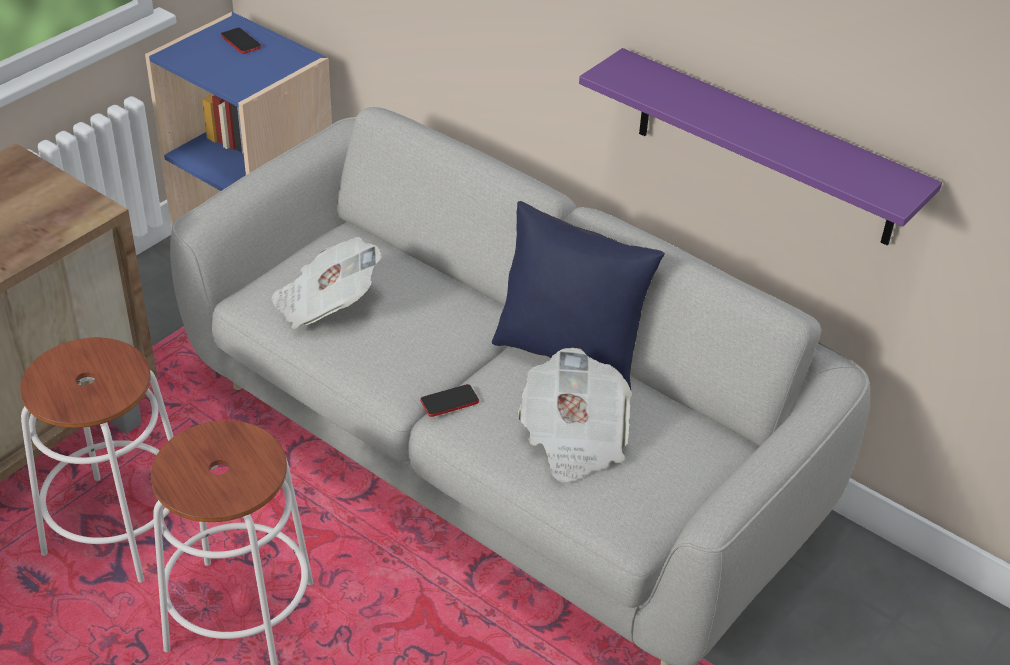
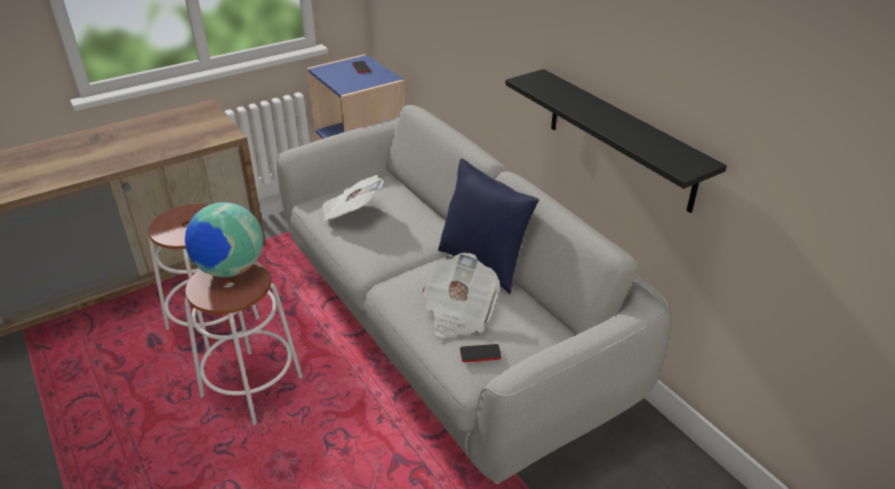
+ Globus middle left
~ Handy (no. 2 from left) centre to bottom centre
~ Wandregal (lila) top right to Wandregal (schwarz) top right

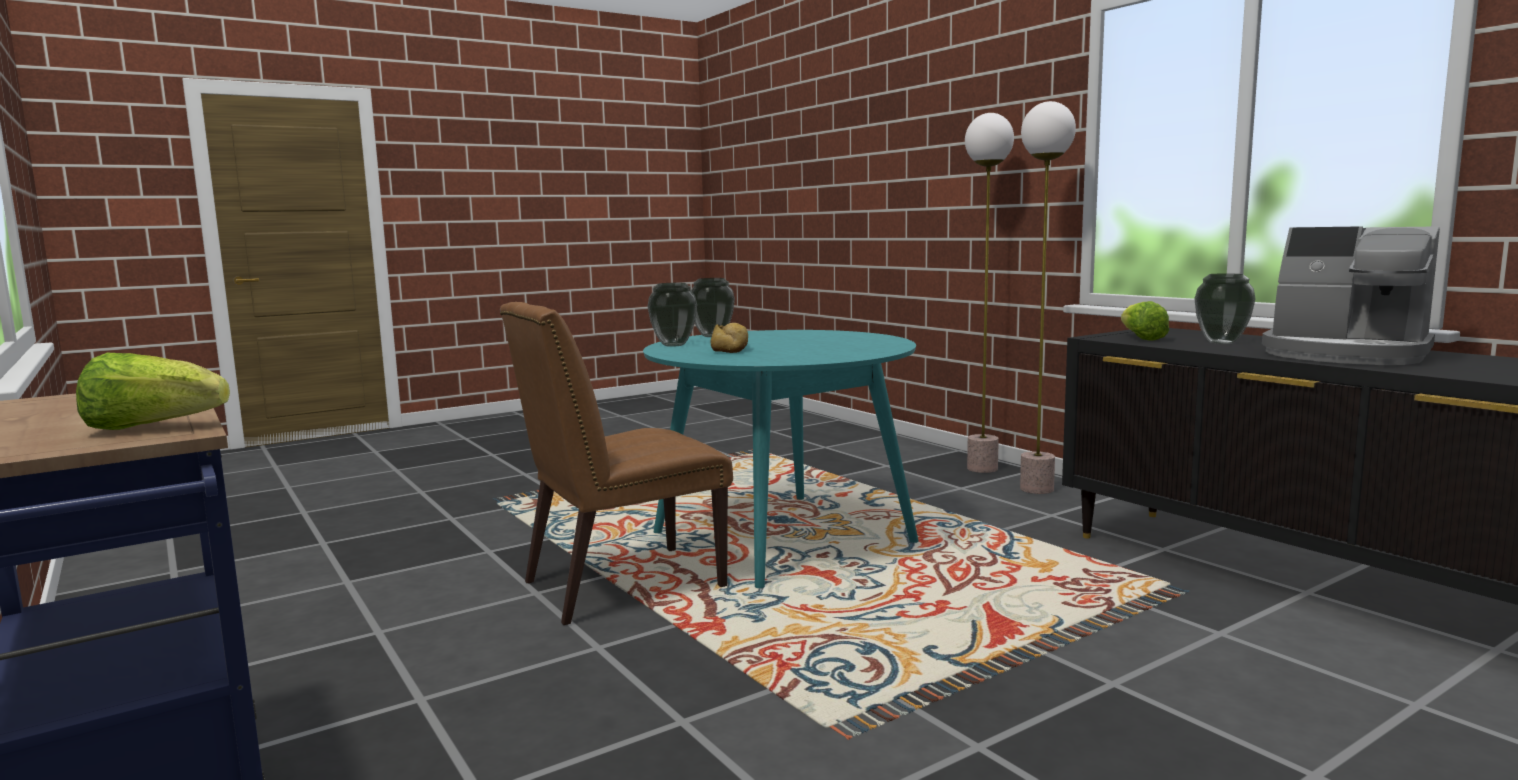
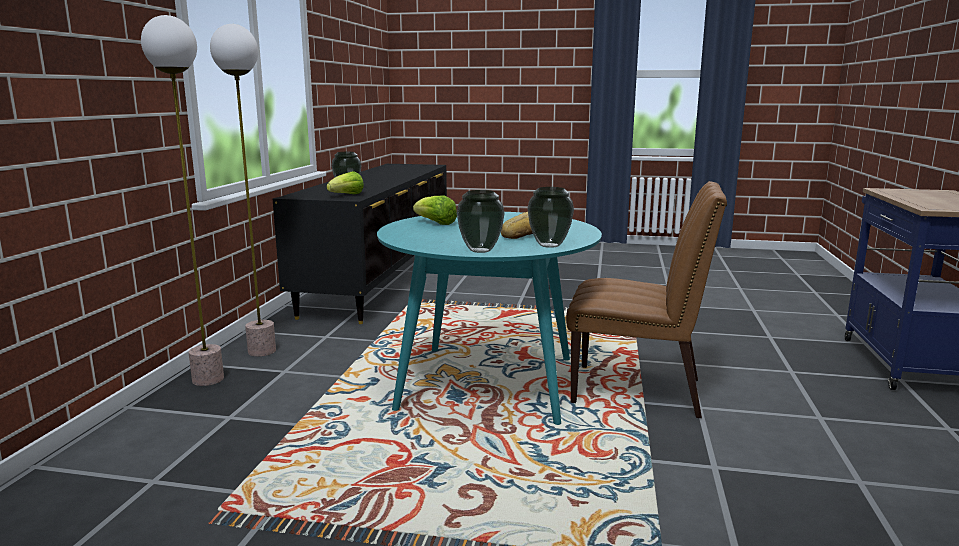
~ Salatkopf (no. 1 from left in the first image) middle left to Salatkopf (no. 2 from left) centre
- Kaffeemaschine middle right

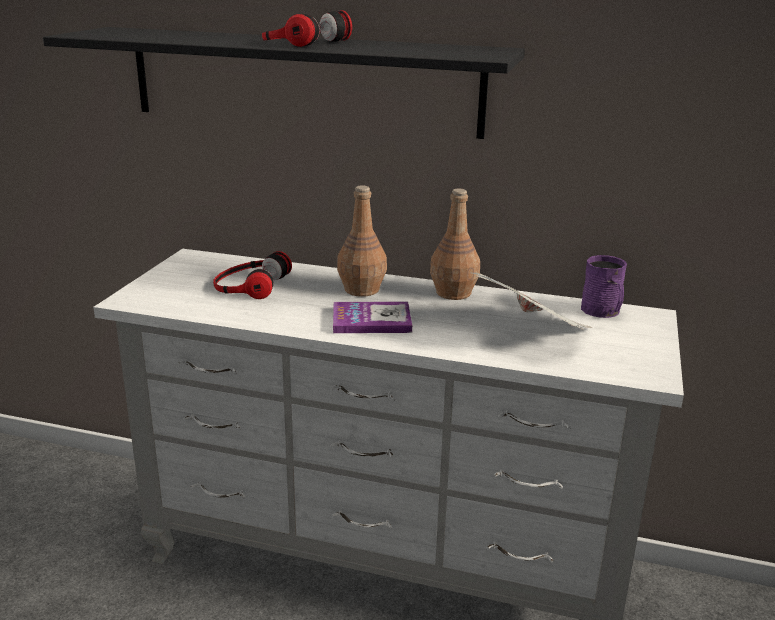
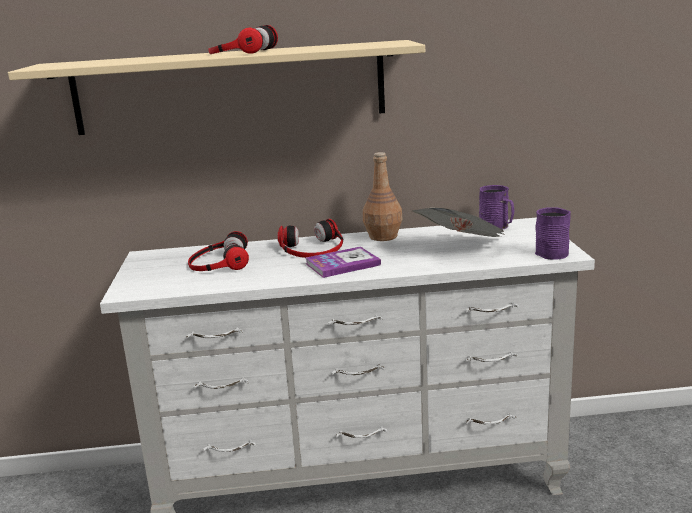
~ Wandregal (schwarz) top centre to Wandregal (beige) top left
~ Flasche (braun) (no. 1 from left) centre to Kopfhörer (no. 3 from left) centre
+ Henkelbecher (lila) (no. 2 from left) middle right

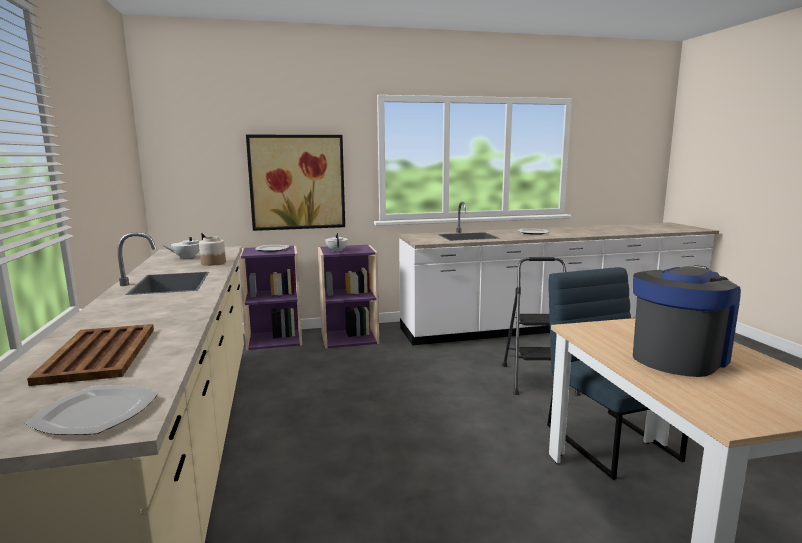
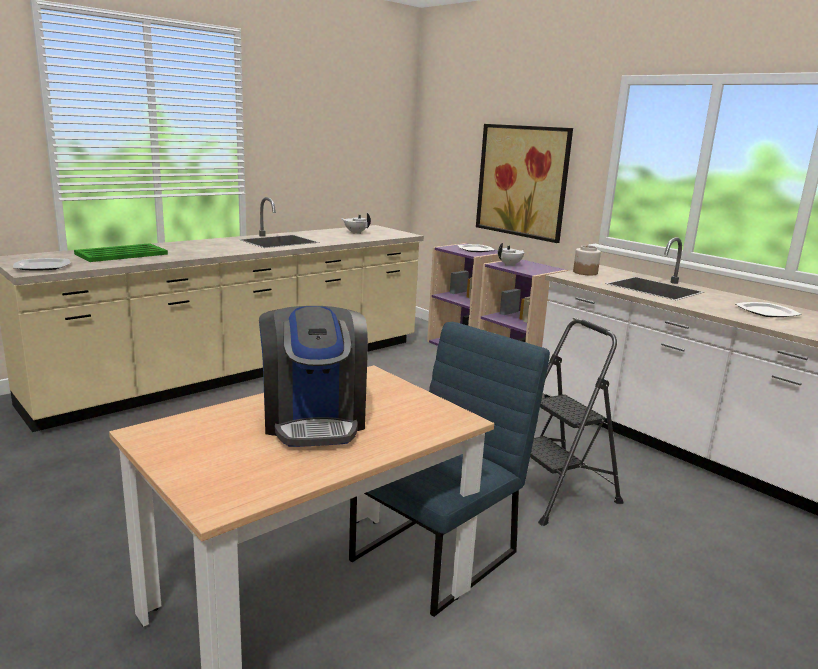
~ Tablett (braun) middle left to Tablett (grün) middle left
~ Kaffeemaschine middle right = centre 60 degrees clockwise
~ Vorratsglas middle left to middle right

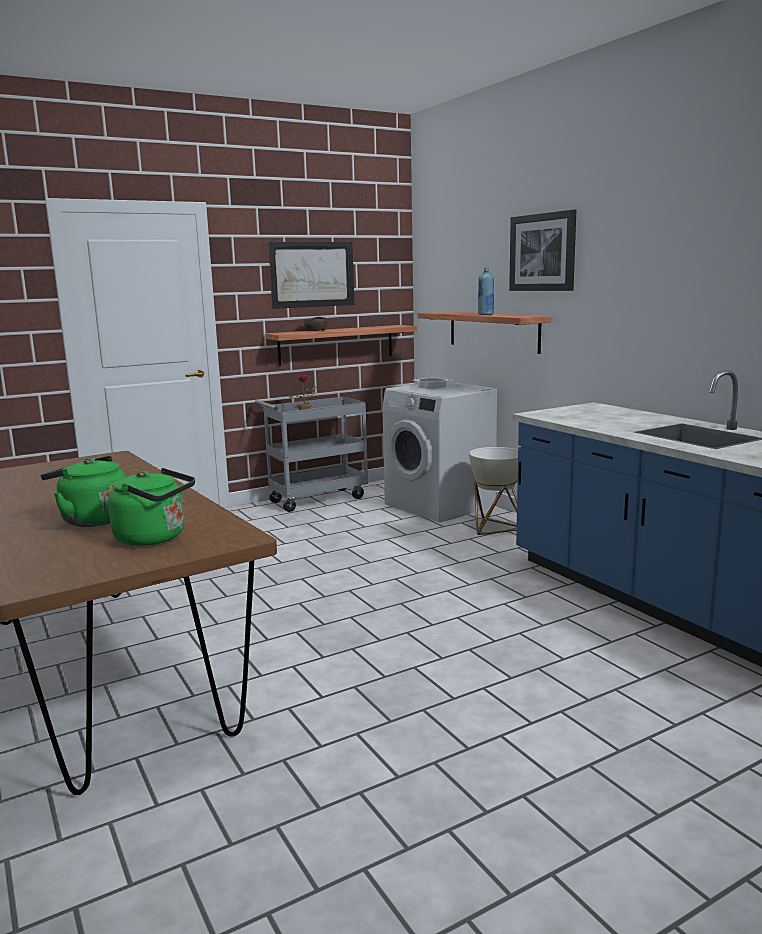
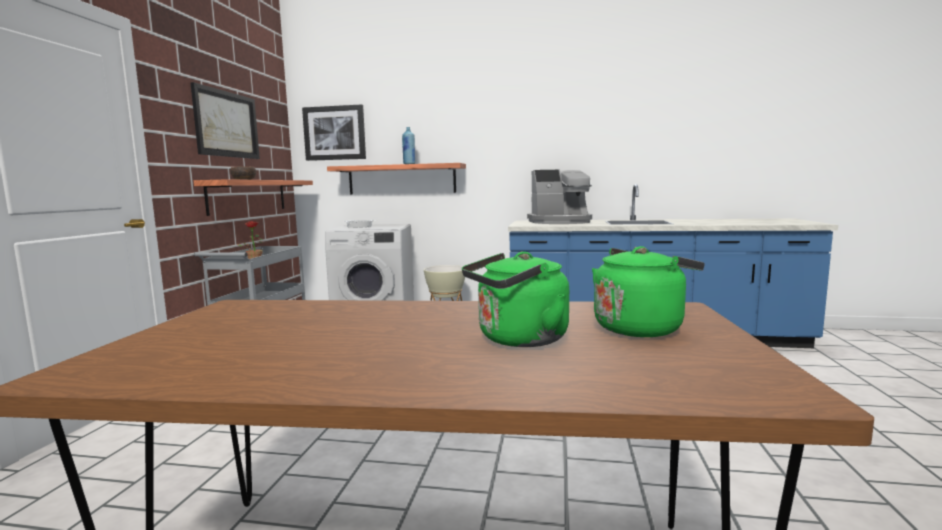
~ Bild (no. 2 from left) top right to top centre
+ Kaffeemaschine centre

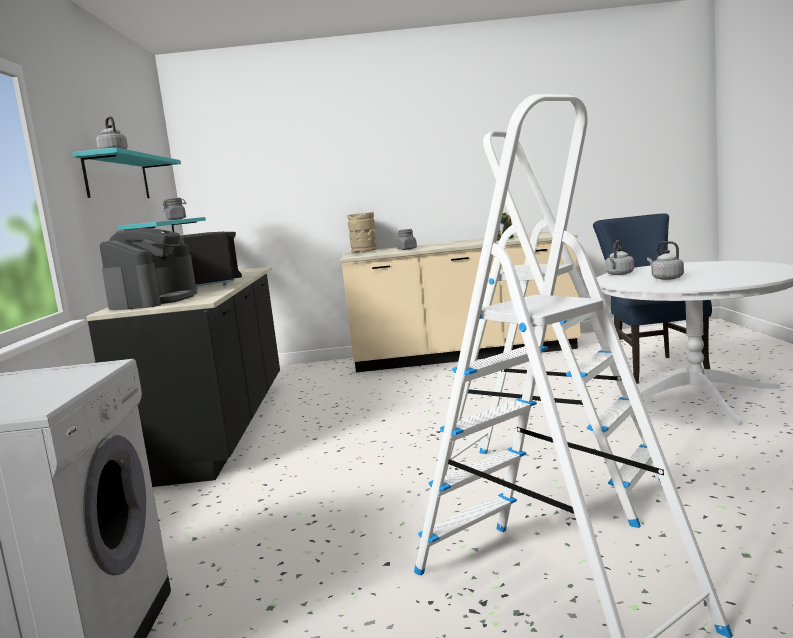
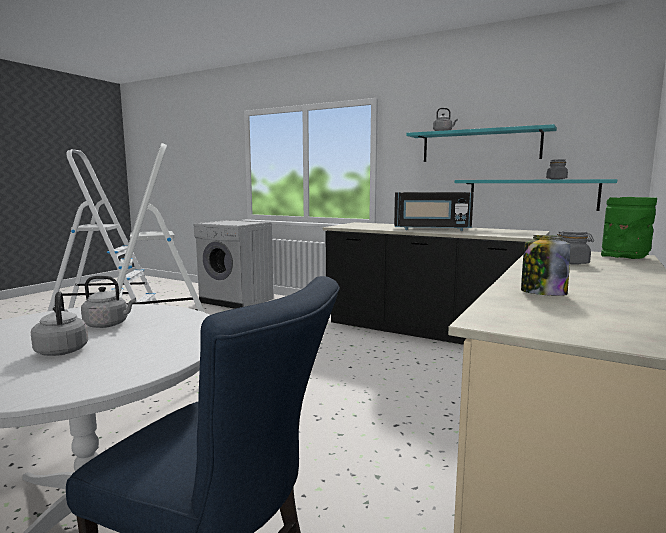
~ Wasserkessel (grau) (no. 2 from left in the first image) middle right to Wasserkessel (grau) (no. 1 from left) middle left
~ Vase (beige) centre to Vase (grün) middle right
- Kaffeemaschine middle left

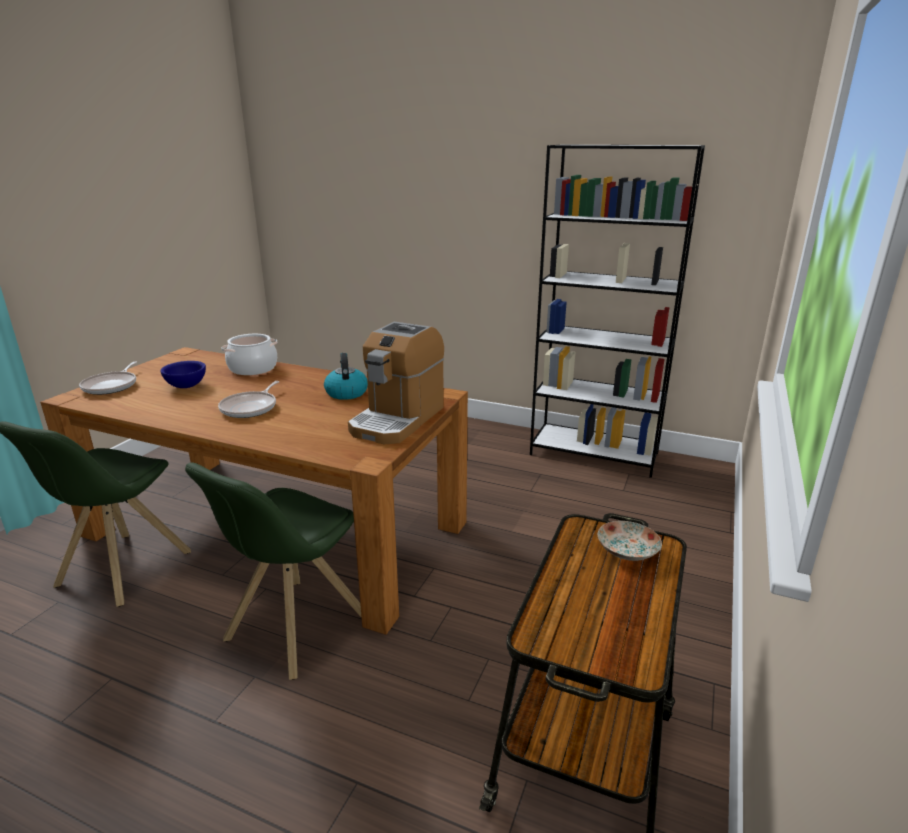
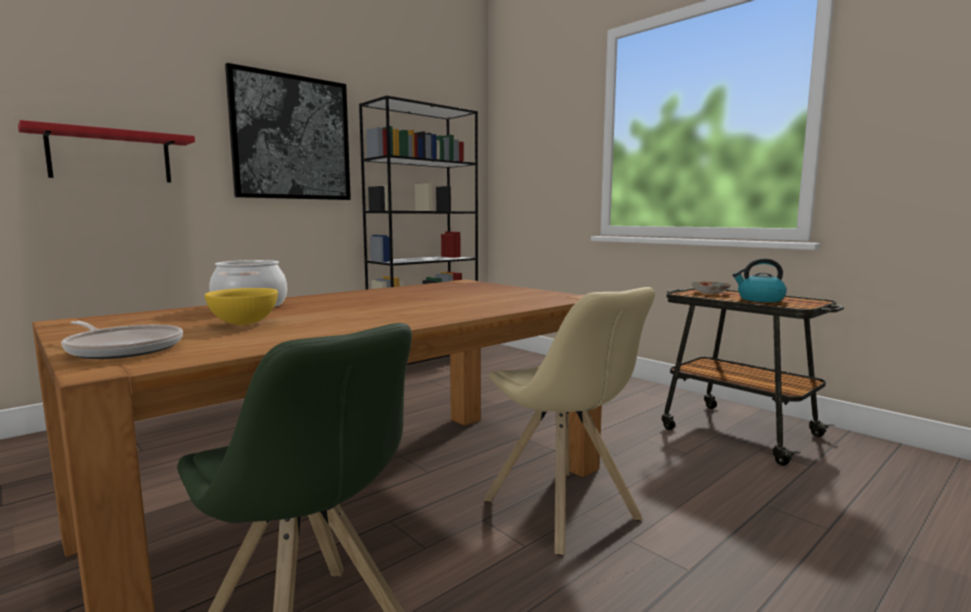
+ Wandregal (rot) top left
~ Schüssel (blau) middle left to Schüssel (gelb) middle left
+ Bild top left
~ Stuhl (grün) (no. 2 from left) bottom left to Stuhl (beige) bottom centre
~ Wasserkessel centre to middle right
- Pfanne (no. 2 from left) middle left
- Kaffeemaschine centre

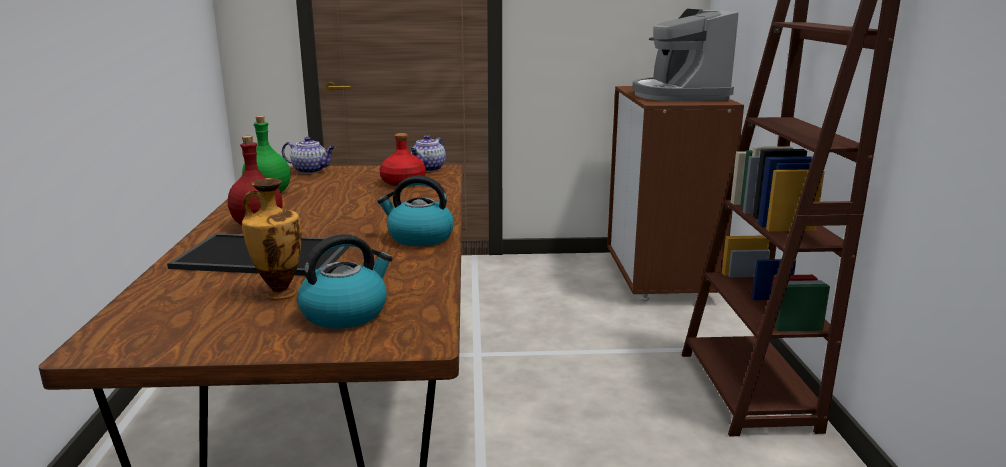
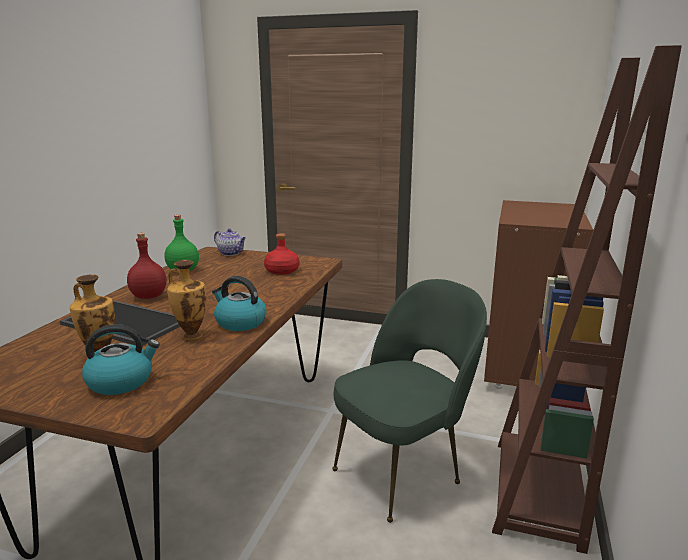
+ Vase (no. 2 from left) middle left
+ Stuhl (grün) bottom centre
- Teekanne (no. 2 from left) top centre
- Kaffeemaschine top right

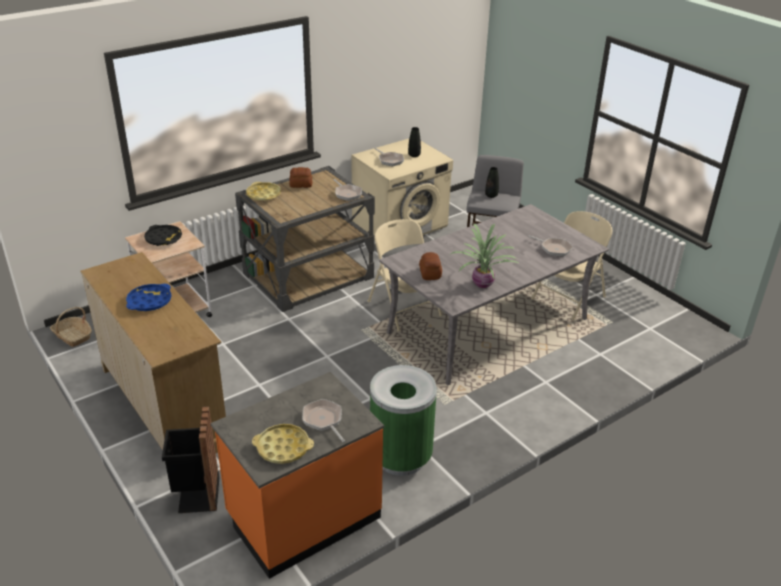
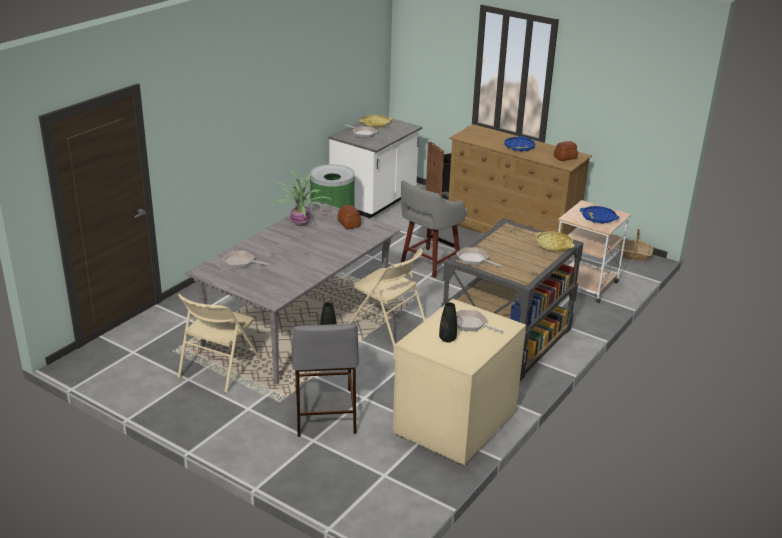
~ Küchenzeile (orange) bottom centre to Küchenzeile (weiß) top centre
+ Hocker (grau) (no. 2 from left) centre
~ Brot (no. 1 from left in the first image) top centre to Brot (no. 2 from left) top right
~ Tablett (schwarz) middle left to Tablett (blau) (no. 2 from left) middle right

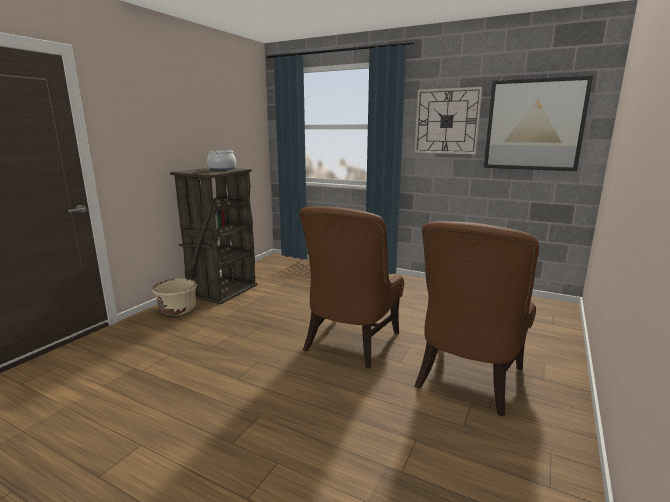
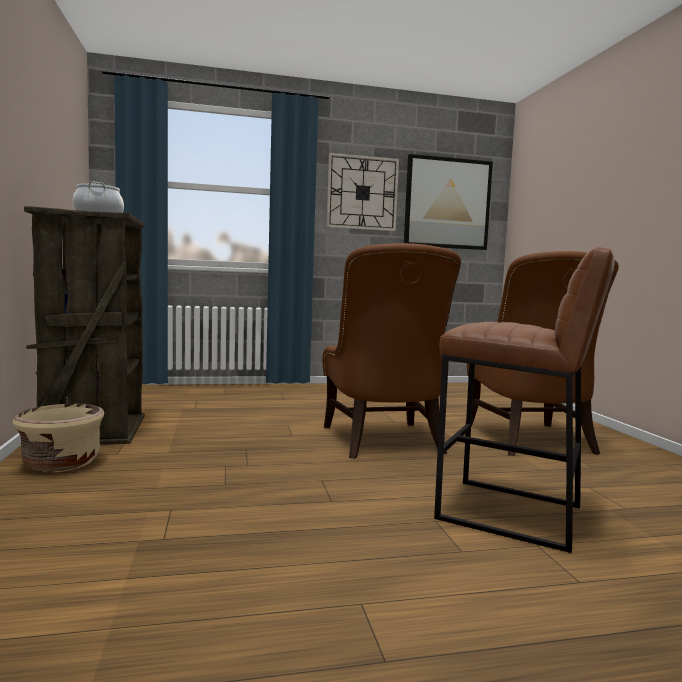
+ Hocker (braun) middle right

